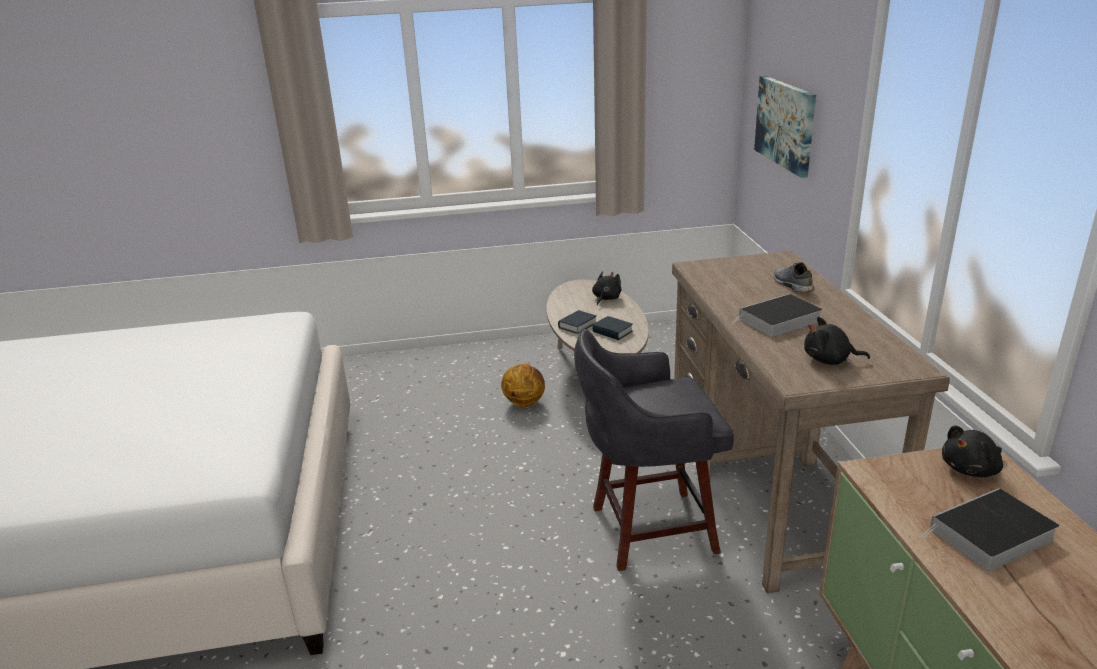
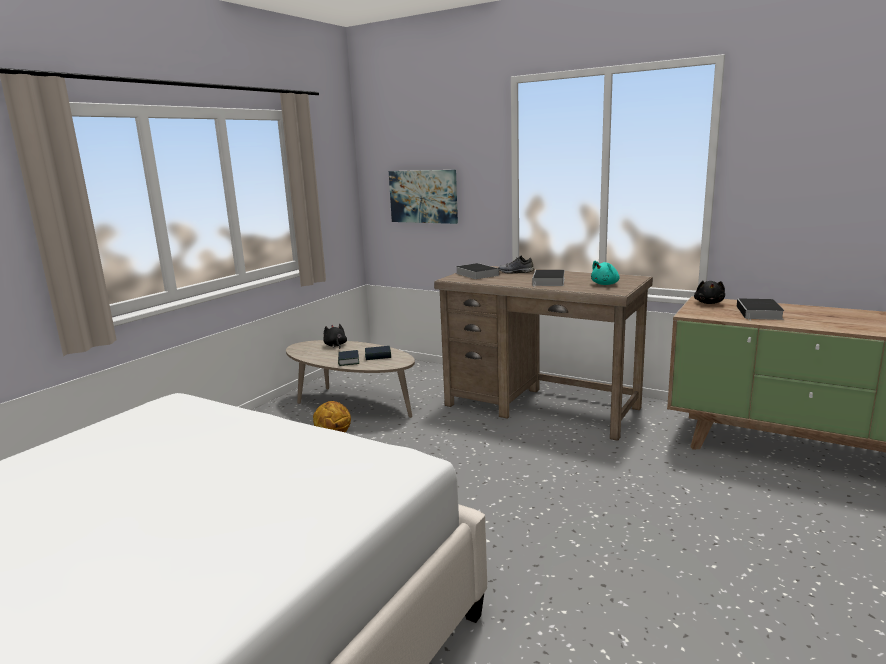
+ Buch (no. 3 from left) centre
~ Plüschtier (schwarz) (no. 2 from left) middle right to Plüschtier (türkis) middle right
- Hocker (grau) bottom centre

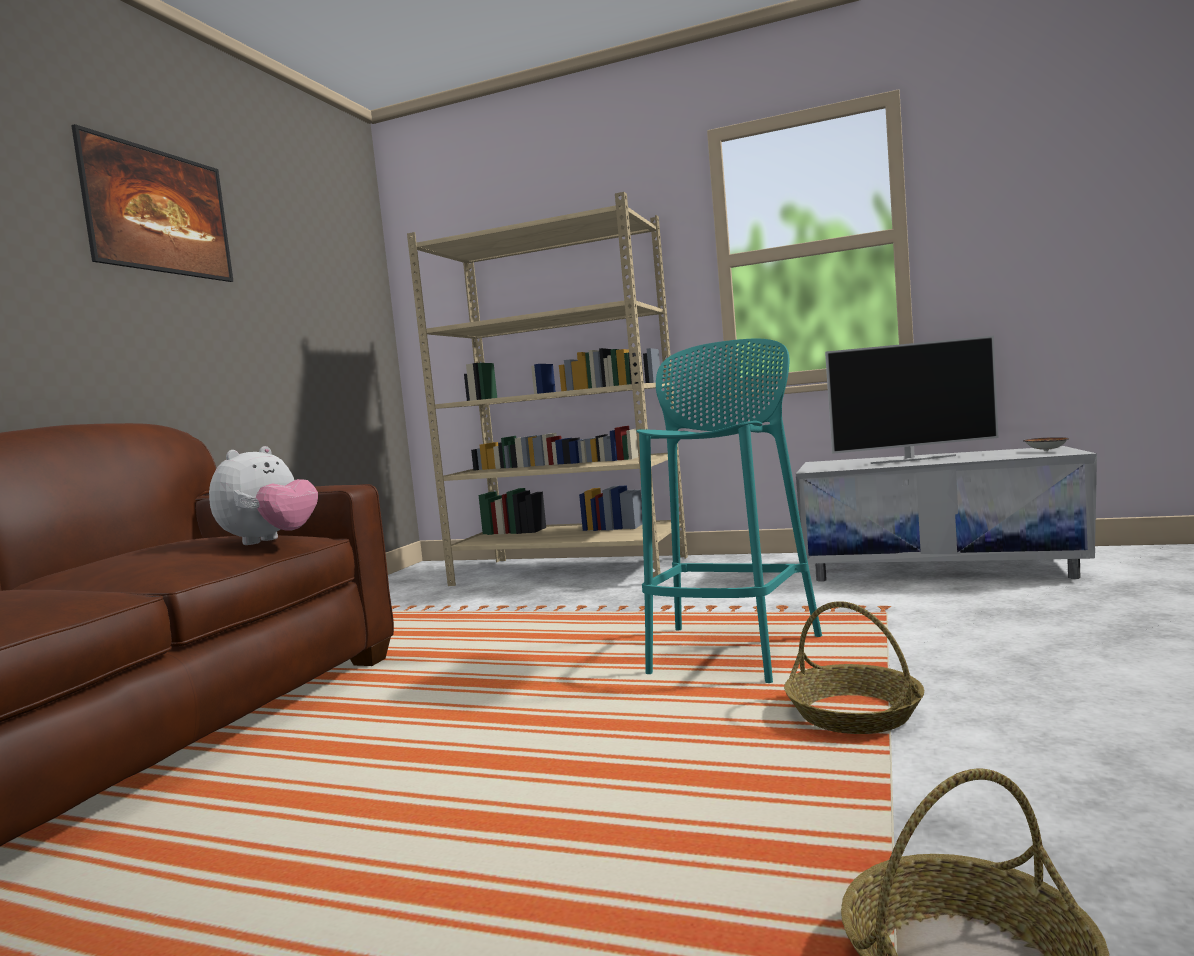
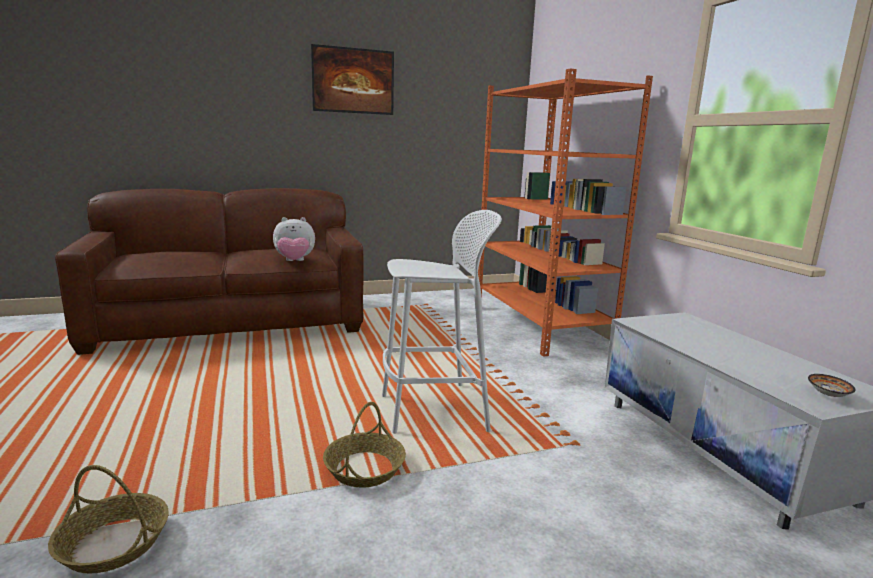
~ Hocker (türkis) centre to Hocker (weiß) centre
~ Bücherregal (beige) centre to Bücherregal (orange) centre
- Fernseher middle right

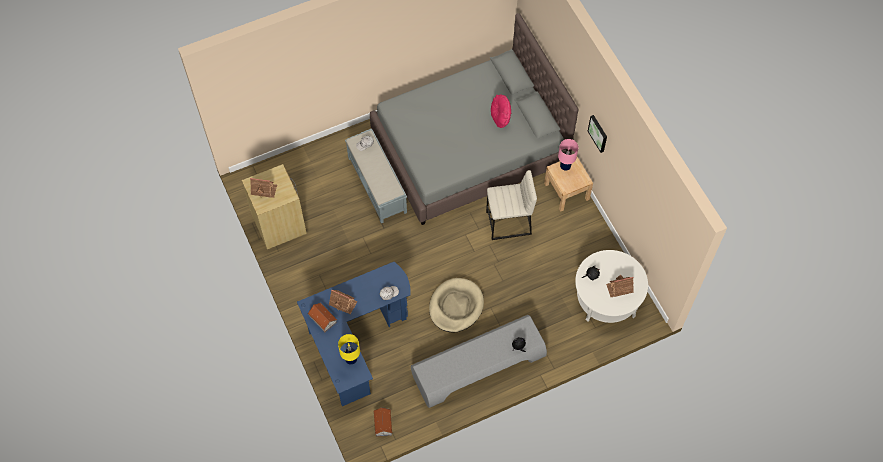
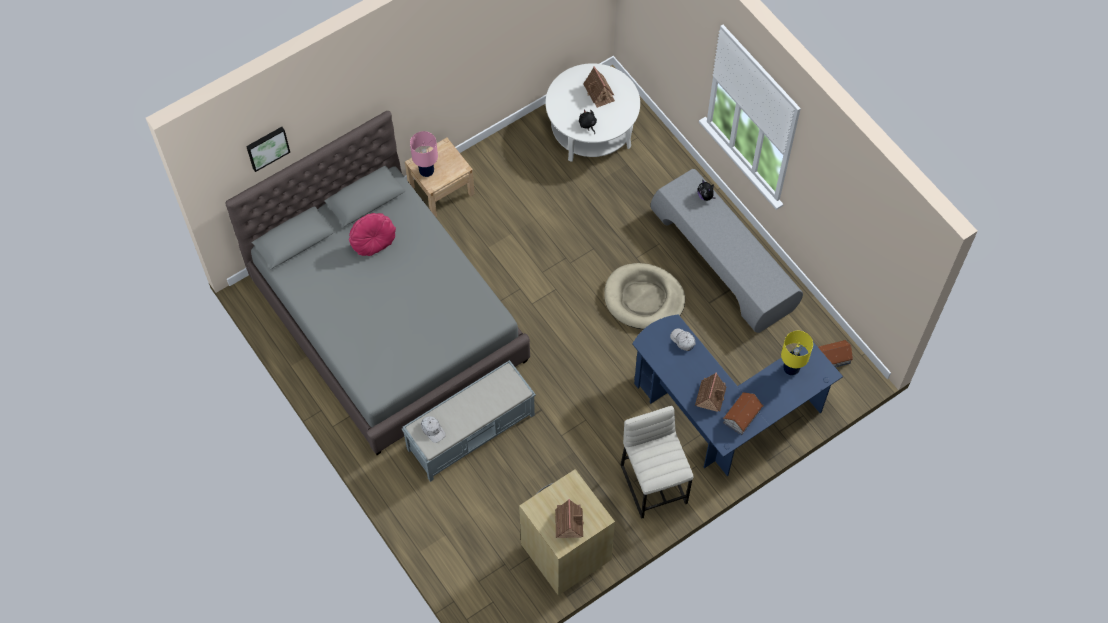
~ Bild top right to top left
~ Hocker (beige) centre to bottom centre

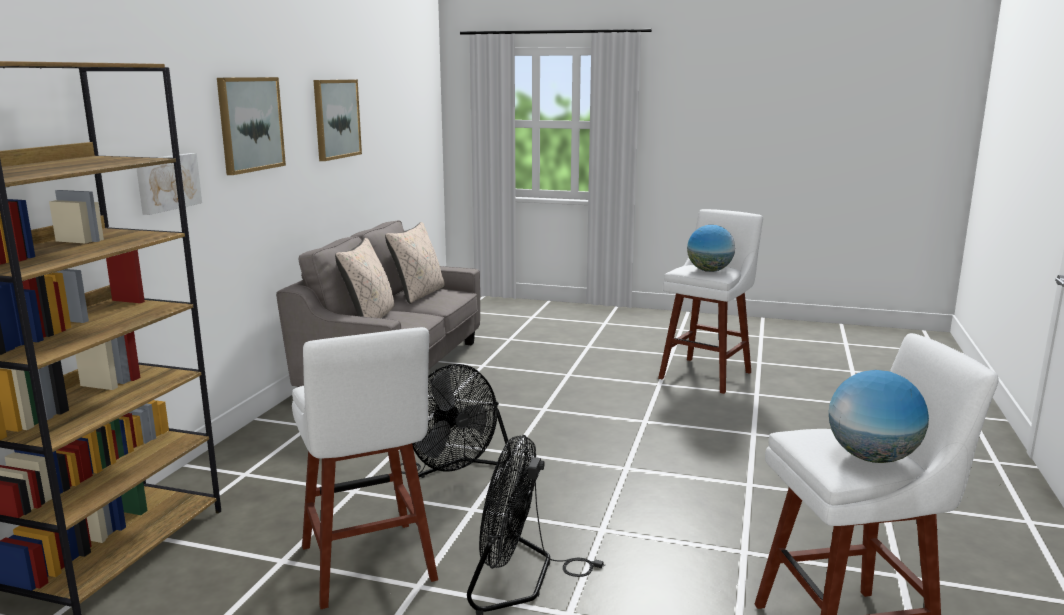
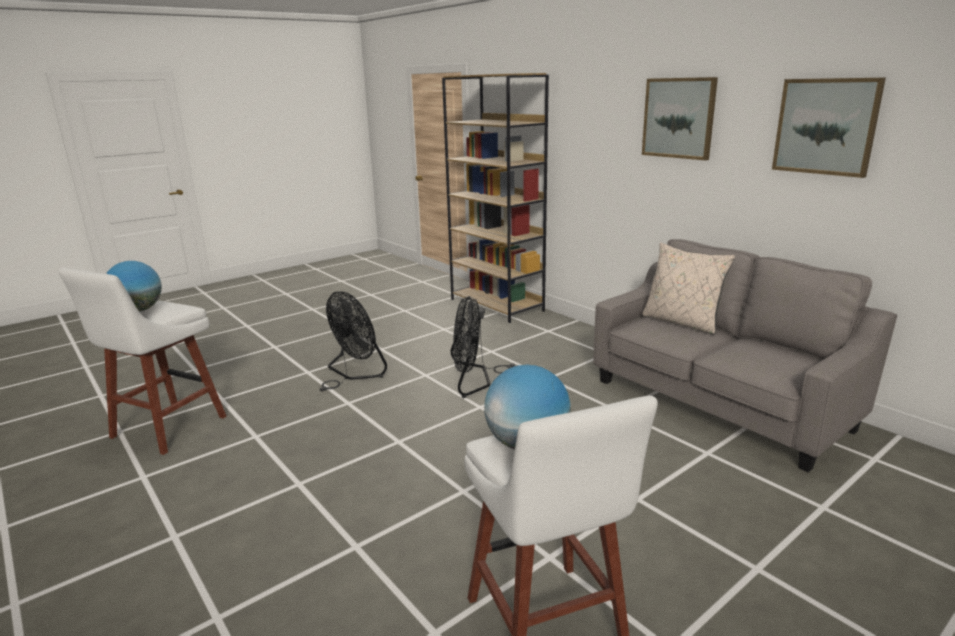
- Bild (no. 1 from left) top left
- Hocker (weiß) (no. 1 from left) bottom centre
- Kissen (beige) (no. 2 from left) centre

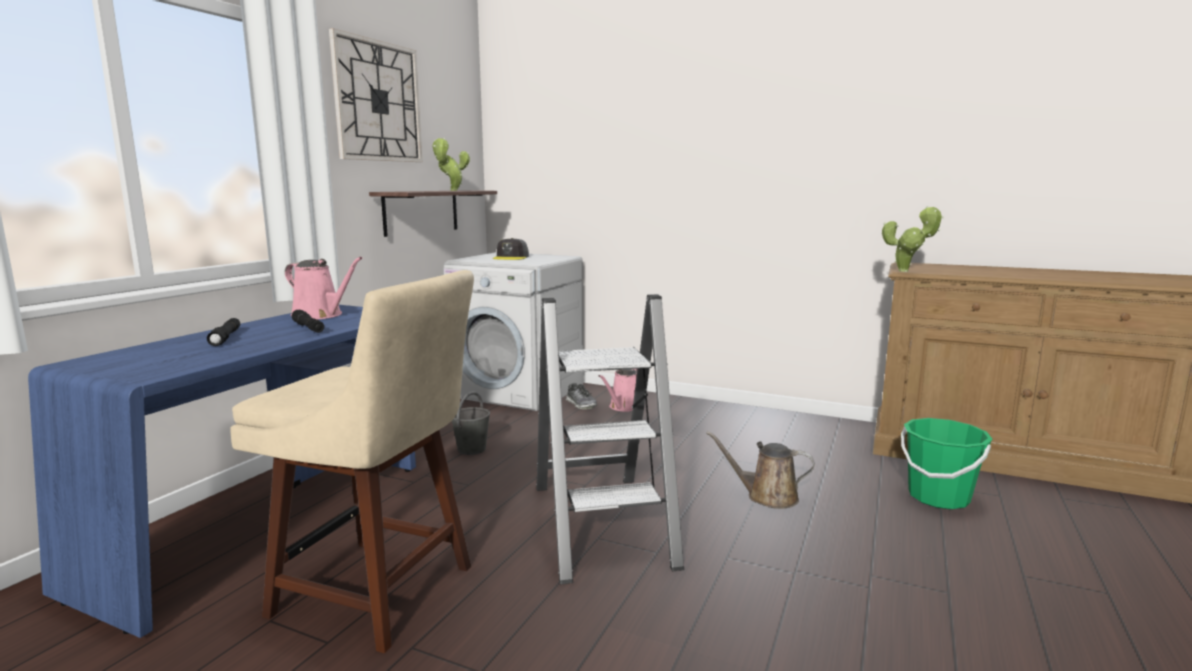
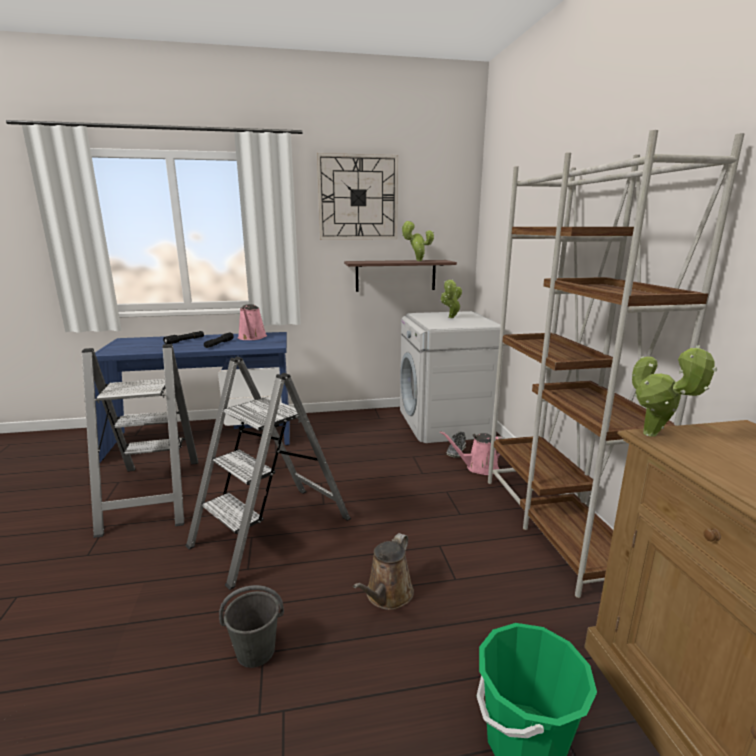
~ Hocker (beige) bottom left to Trittleiter (grau) (no. 1 from left) middle left
~ Eimer (grau) centre to bottom left
~ Gießkanne (braun) bottom centre = bottom centre 135 degrees counterclockwise
~ Kappe (grau) centre to Topfpflanze (no. 2 from left) centre
+ Bücherregal (braun) middle right

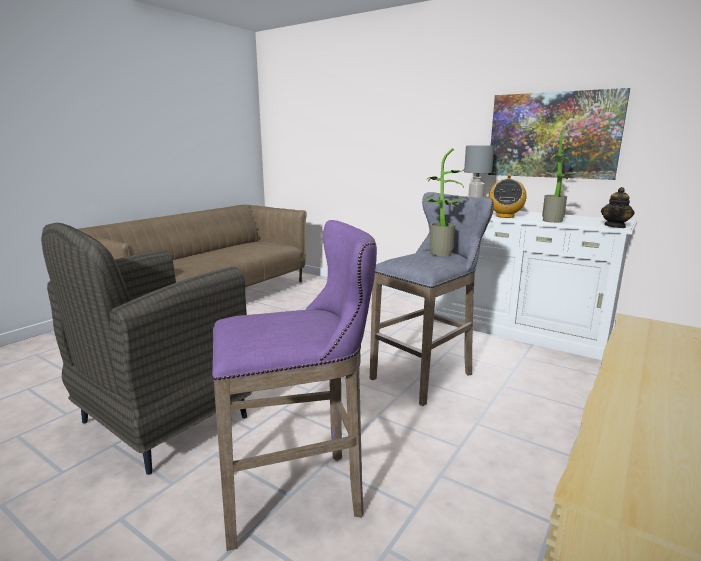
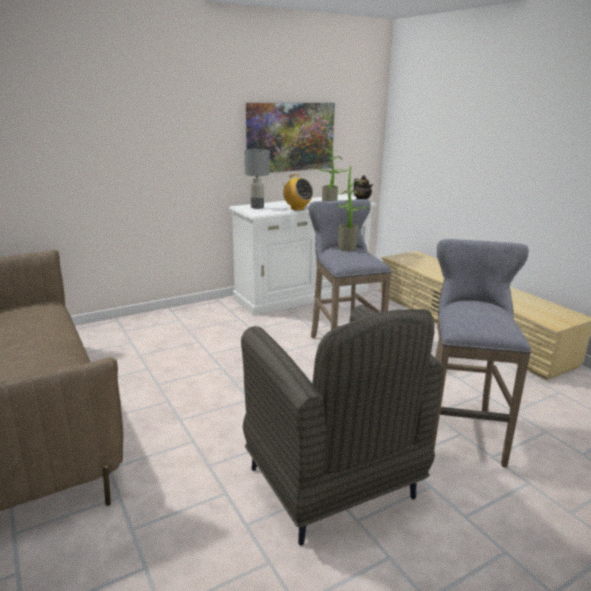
~ Hocker (lila) bottom centre to Hocker (grau) (no. 2 from left) middle right

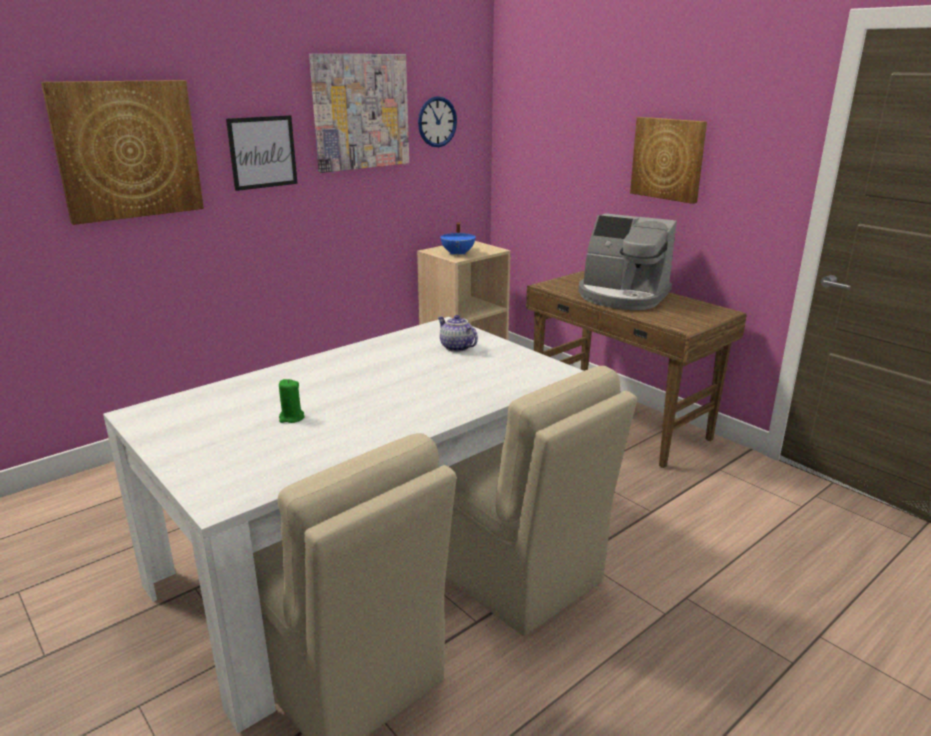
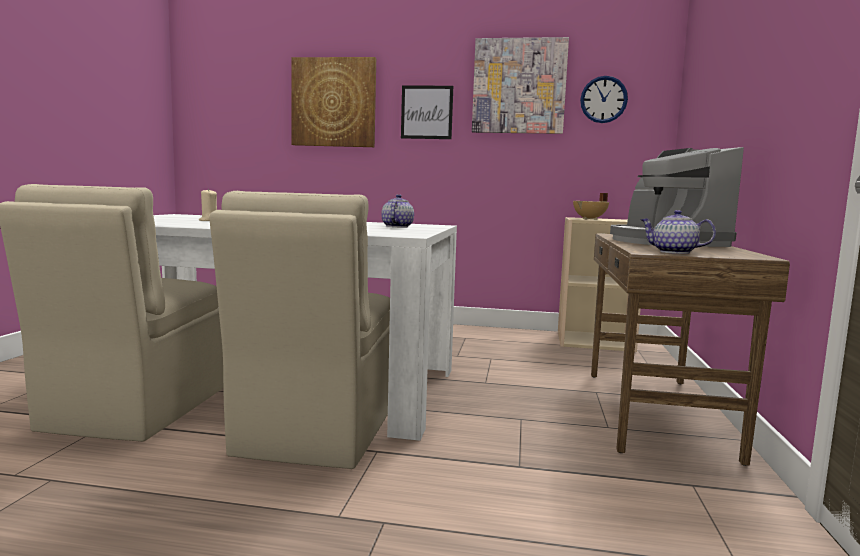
~ Kerze (grün) middle left to Kerze (beige) middle left
~ Kochtopf (blau) top centre to Kochtopf (beige) middle right
+ Teekanne (no. 2 from left) middle right
- Bild (no. 4 from left) top right

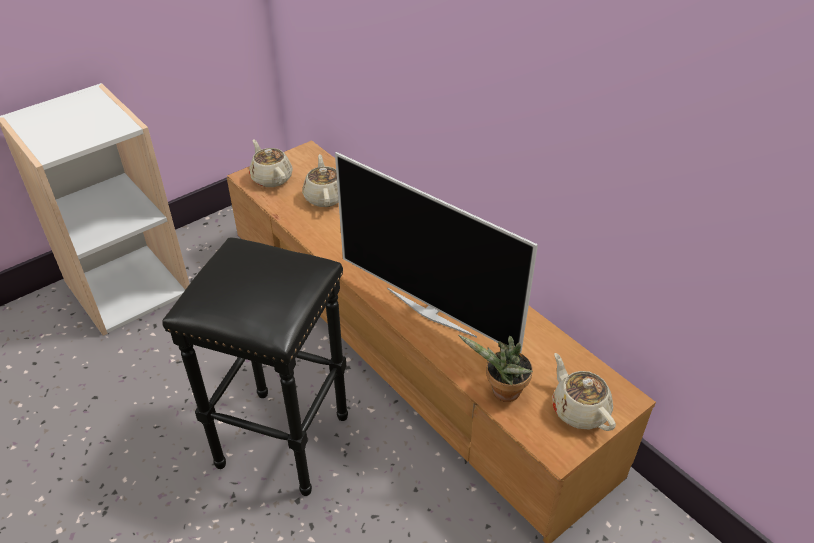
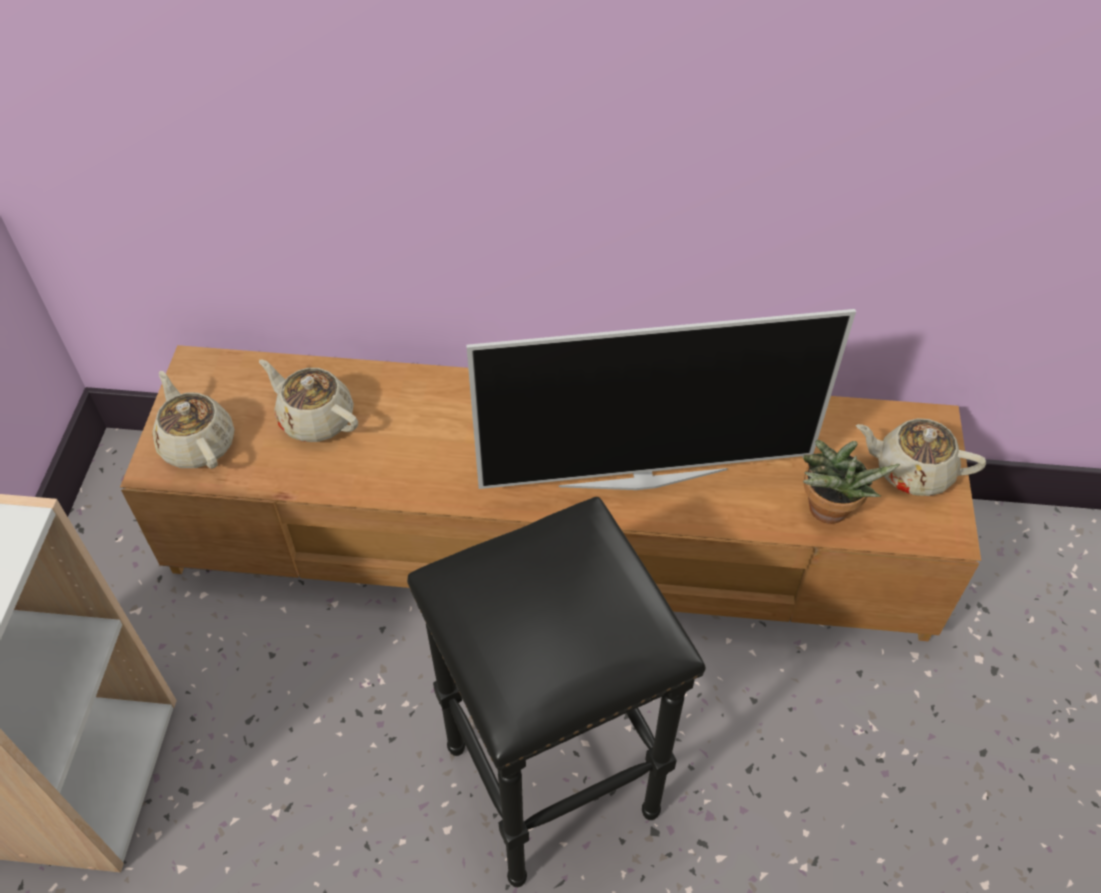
~ Teekanne (beige) (no. 1 from left) top left = middle left 45 degrees clockwise

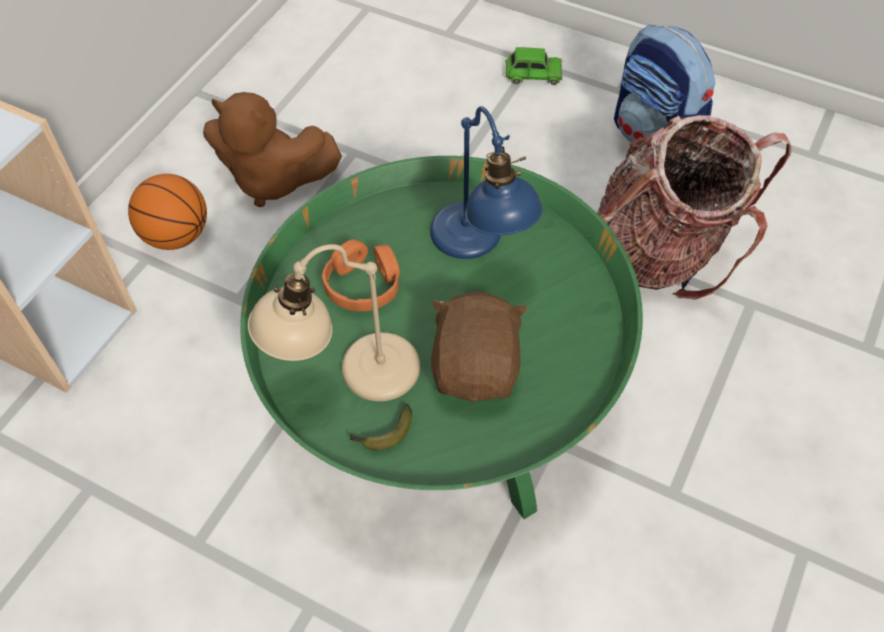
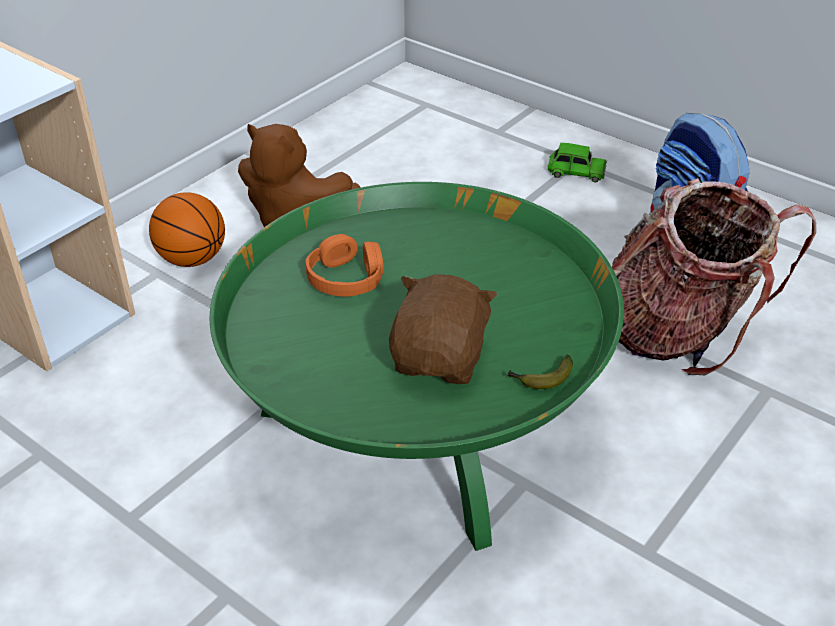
~ Banane bottom centre to centre
- Tischlampe (beige) centre
- Tischlampe (blau) top centre

